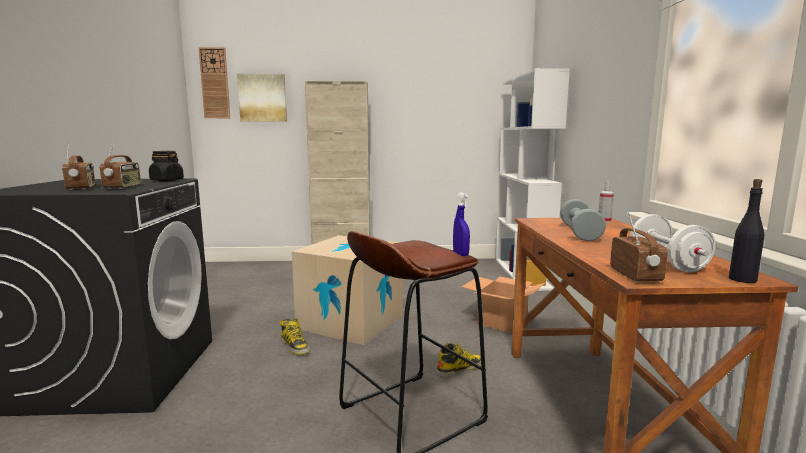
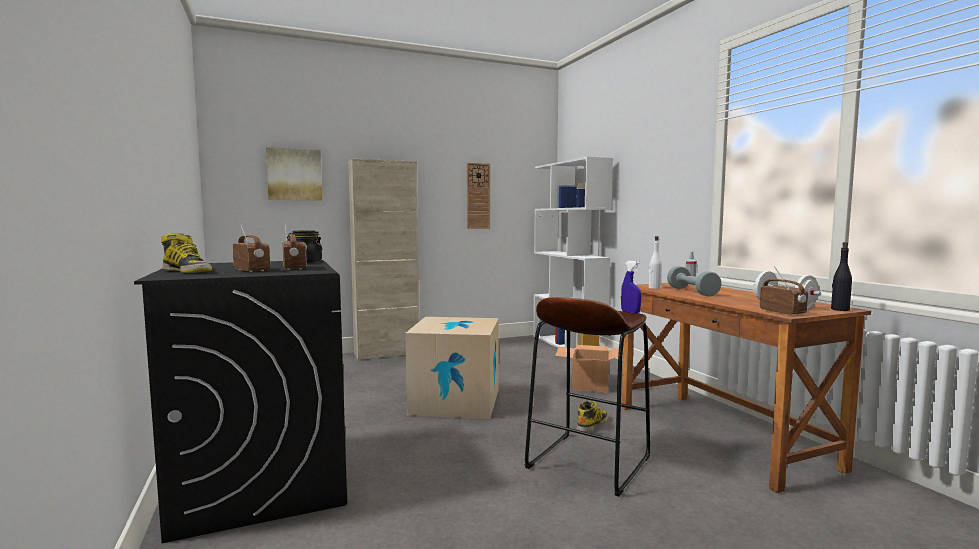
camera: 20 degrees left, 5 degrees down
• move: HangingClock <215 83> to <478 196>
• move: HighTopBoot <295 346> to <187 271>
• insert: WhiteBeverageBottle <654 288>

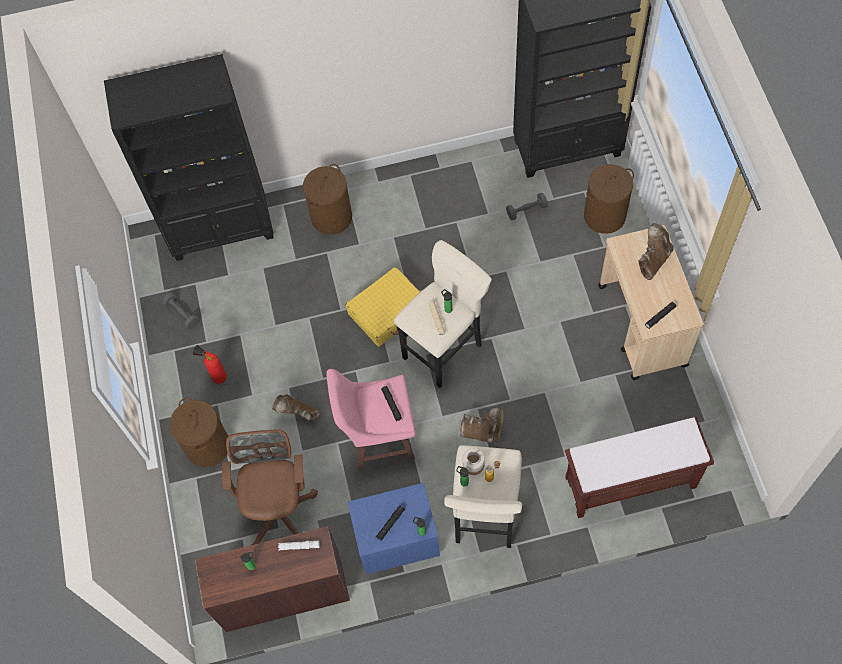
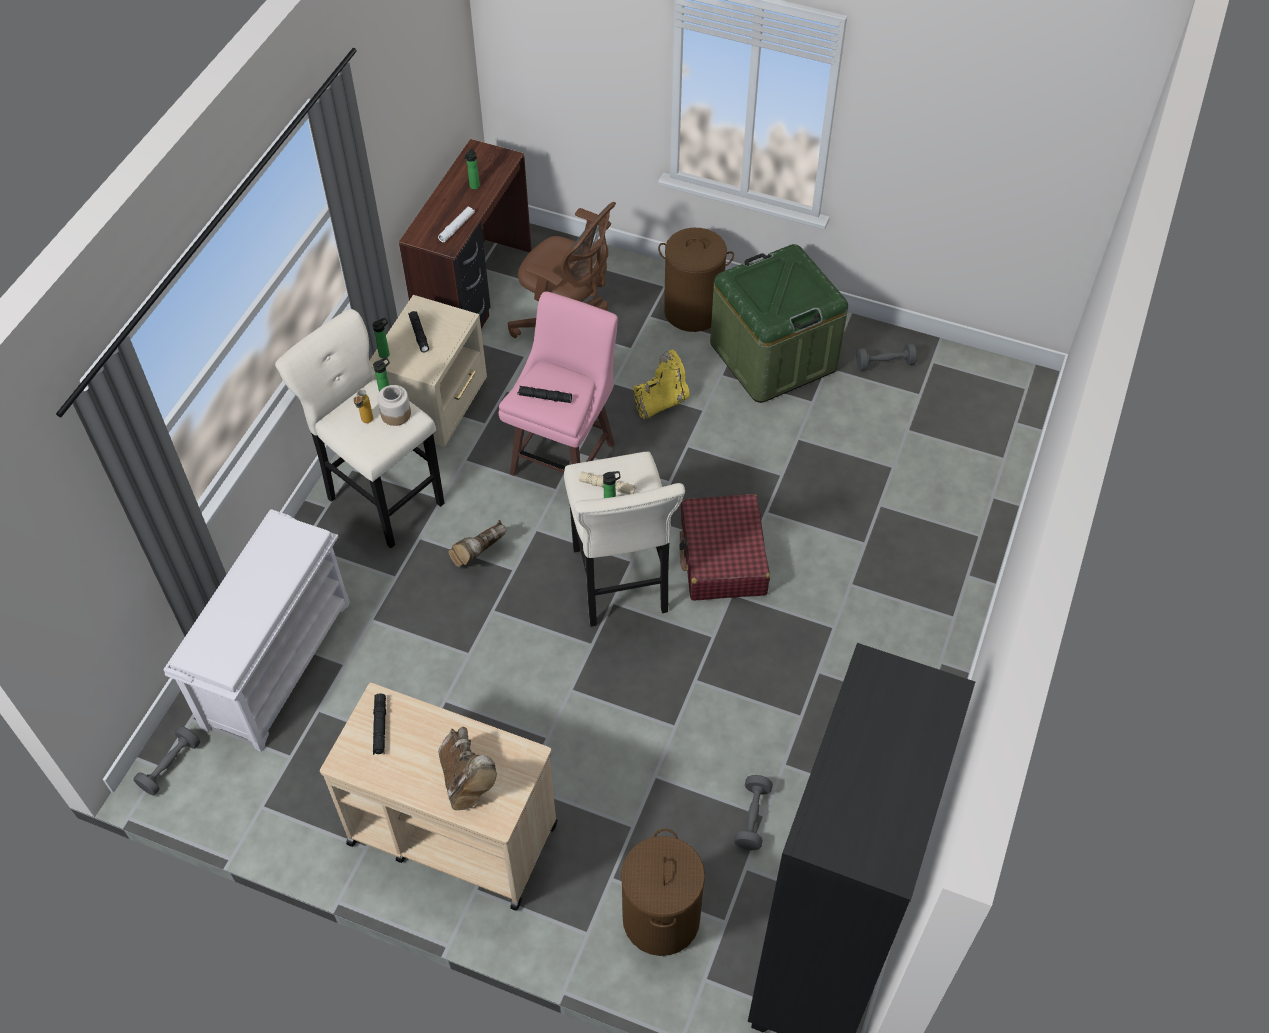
camera: 120 degrees right, 10 degrees down
• delete: BlackColouredShelvingUnit <222 230>
• delete: BrownishLaundryBasket <331 217>
• recolor: YellowColouredPieceOfLuggage <388 312> to RedColouredPieceOfLuggage <722 557>
• replace: Extinguisher <216 376> to GreenColouredStorageBin <773 356>
• recolor: BrownishHighTopBoot <298 414> to YellowColouredHighTopBoot <662 402>
• recolor: BrownishBench <629 483> to WhiteBench <277 662>
• recolor: BlueColouredNightstand <395 540> to SandColouredNightstand <437 407>
• insert: GrayDumbbell <170 766>

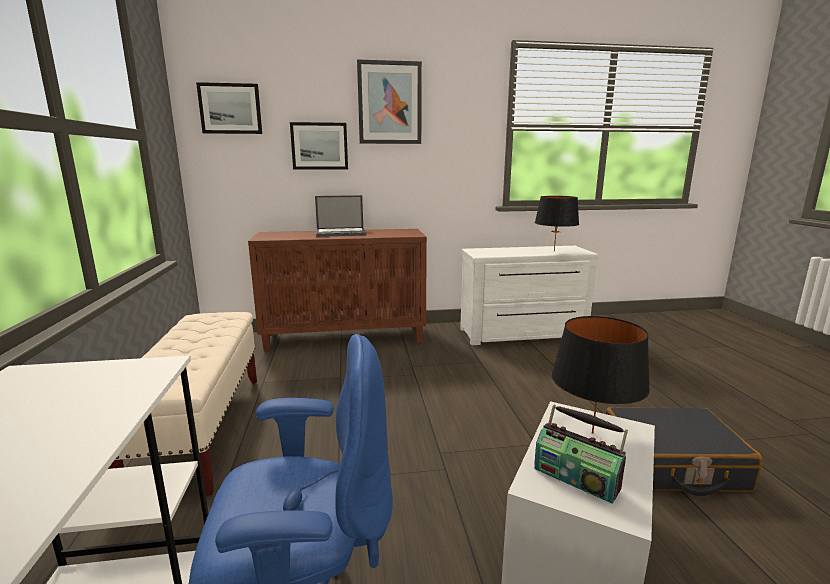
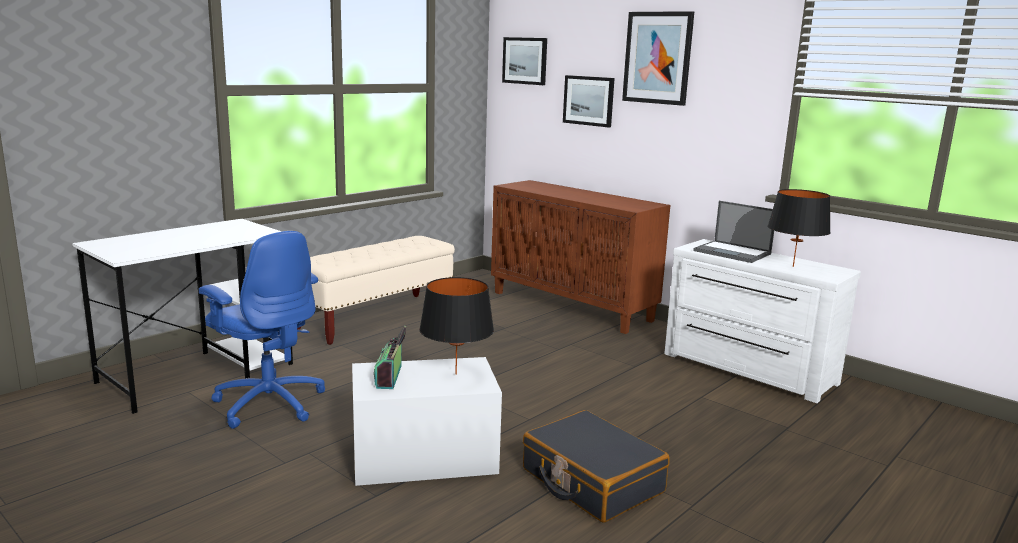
camera: 50 degrees right, 0 degrees up
• move: NotebookComputer <341 233> to <733 252>

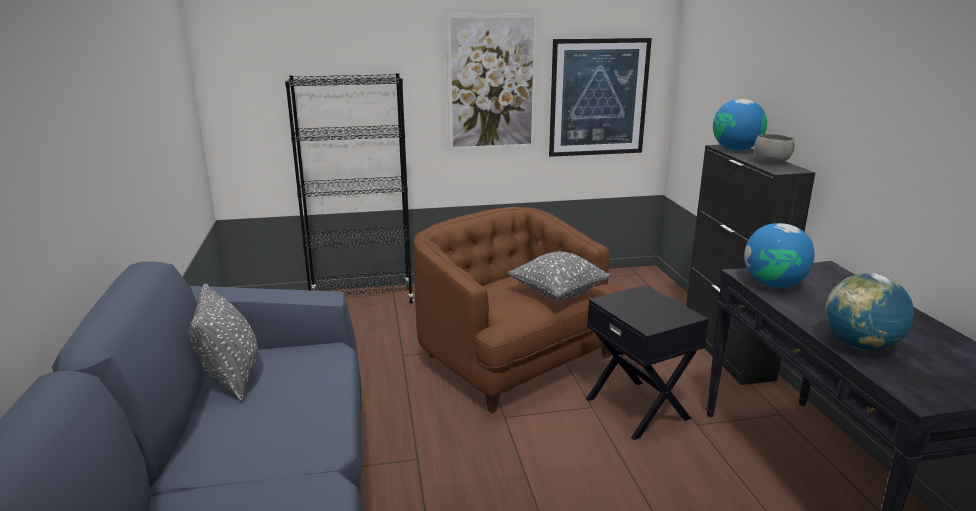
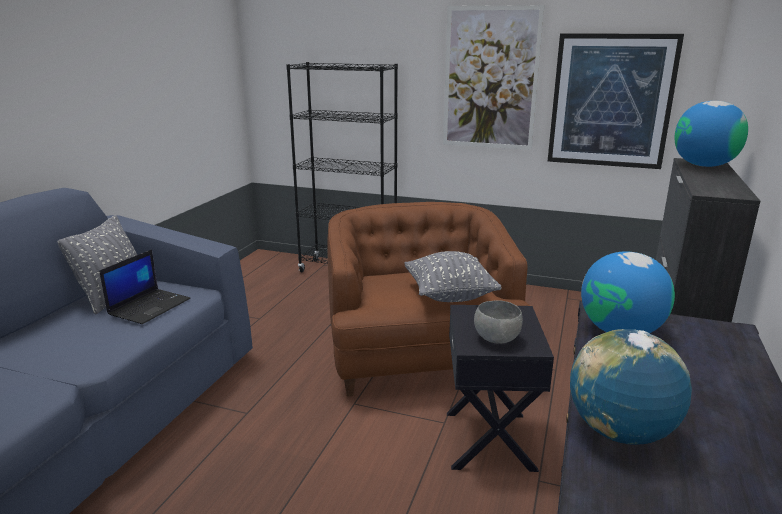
camera: 30 degrees right, 0 degrees up
• move: GrayServingBowl <770 162> to <496 338>
• insert: NotebookComputer <150 306>

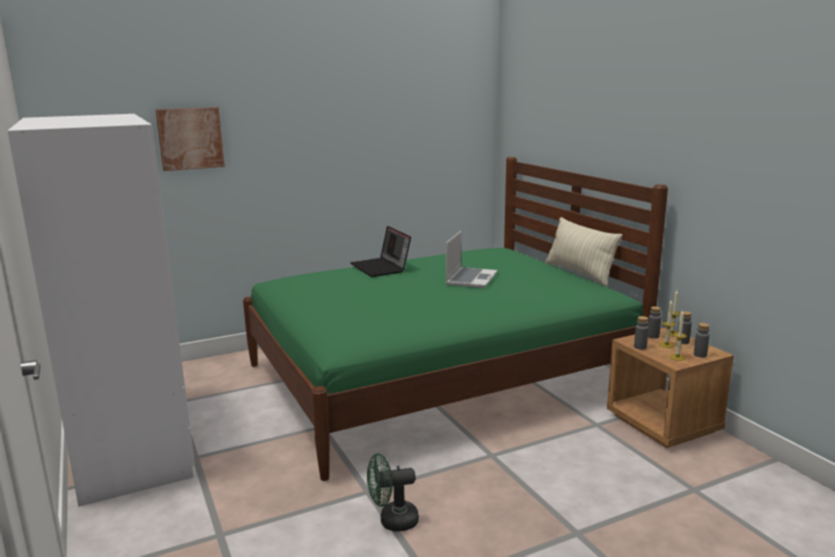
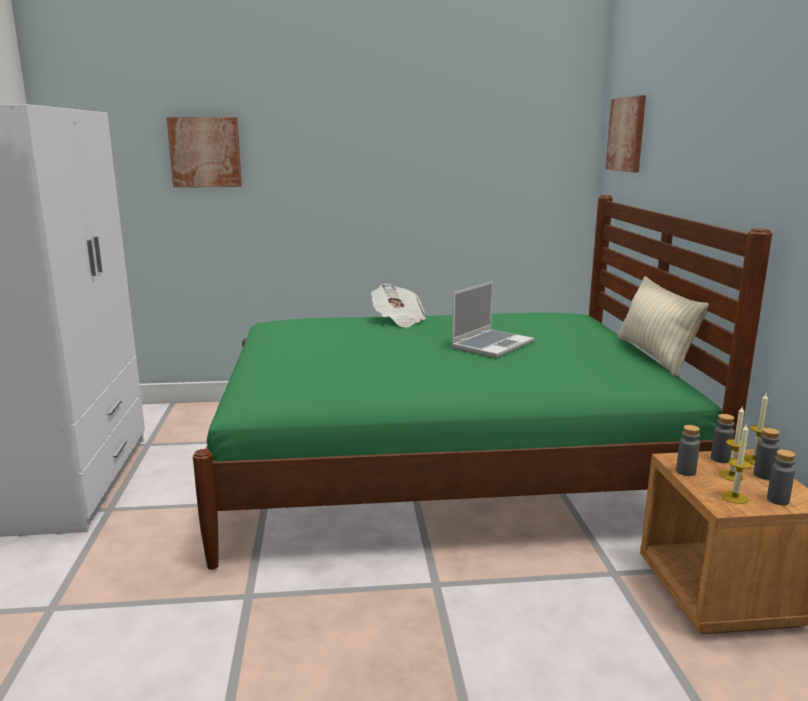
camera: 20 degrees right, 0 degrees up
• replace: NotebookComputer <381 268> to Newspaper <398 320>
• delete: GreenColouredCoolingFan <392 521>
• insert: WallArt <627 134>

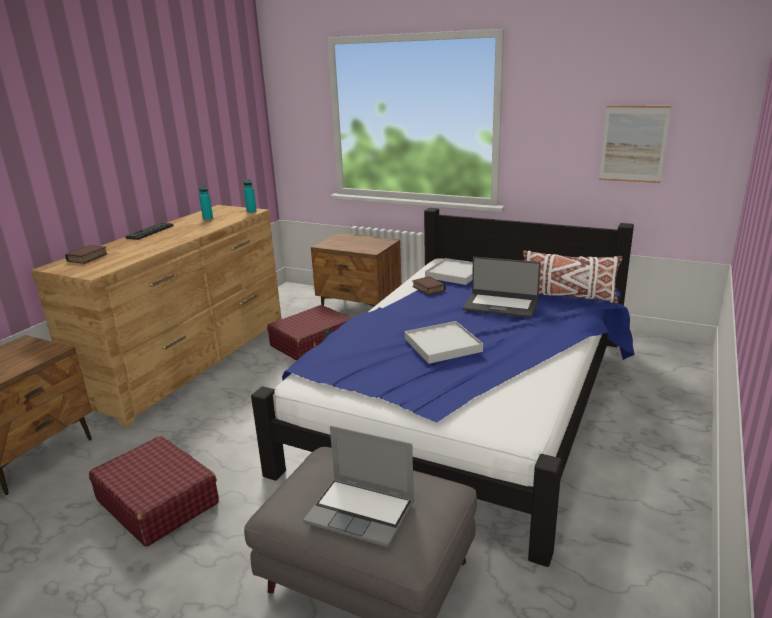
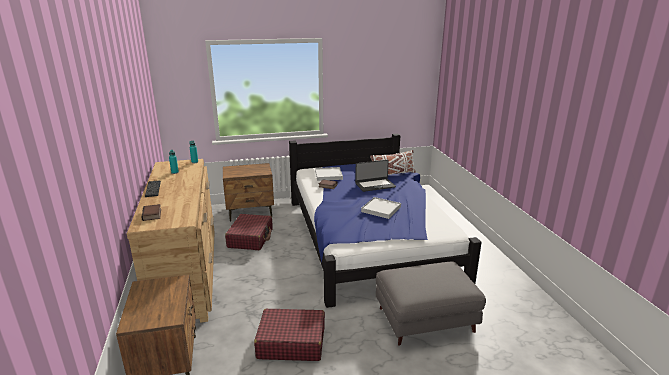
camera: 40 degrees left, 0 degrees up
• delete: WallArt <633 144>
• delete: NotebookComputer <362 512>

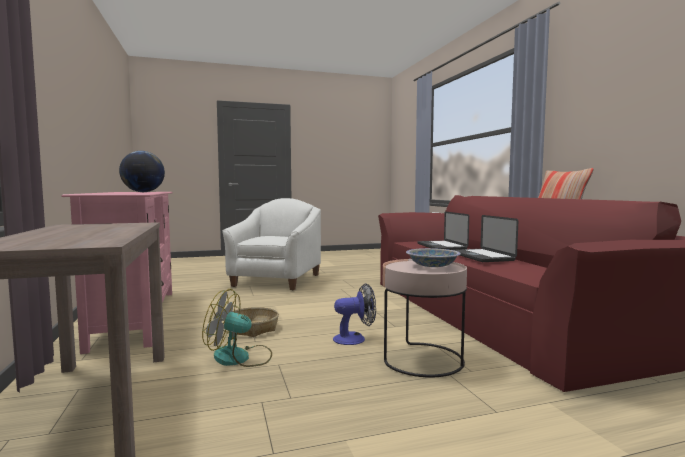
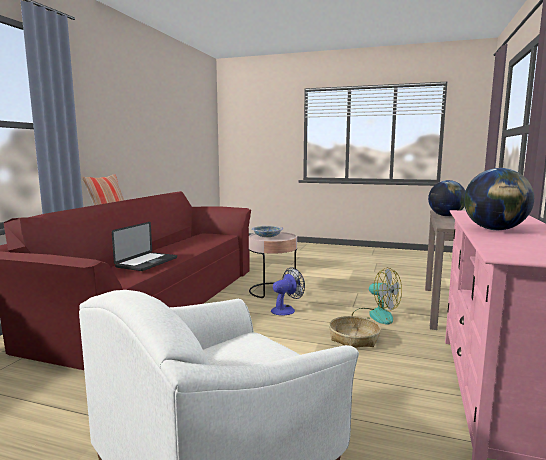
camera: 145 degrees left, 5 degrees up
• delete: NotebookComputer <481 256>
• rotate: CoolingFan <355 338> = <286 309> 120 degrees clockwise
• insert: Globe <445 216>

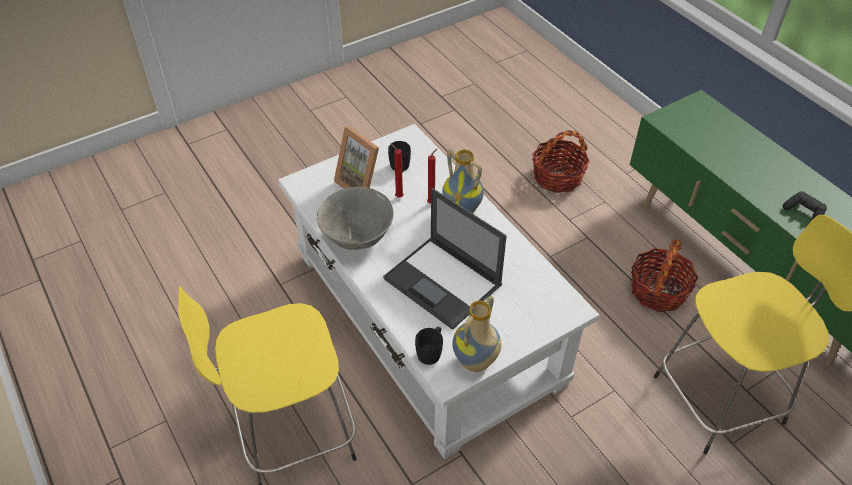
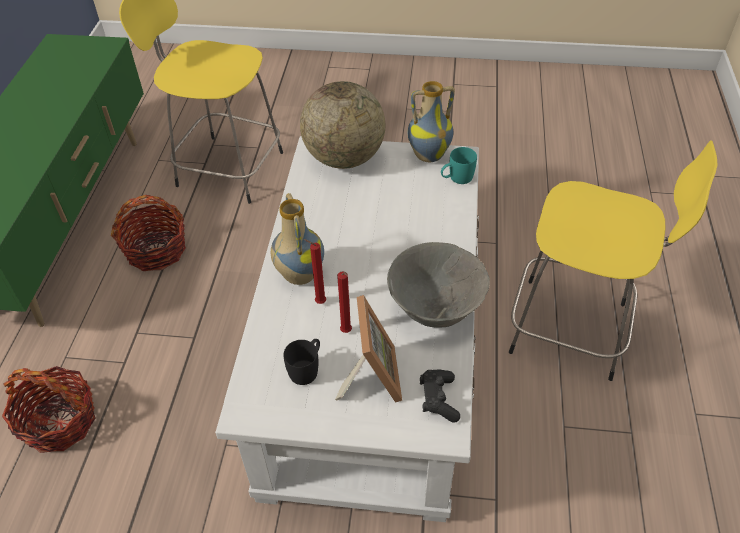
camera: 140 degrees left, 0 degrees up
• delete: NotebookComputer <444 282>
• move: BlackColouredJoypad <804 213> to <438 400>
• recolor: BlackColouredCoffeeMug <431 351> to TurquoiseCoffeeMug <456 178>
• insert: Globe <344 158>

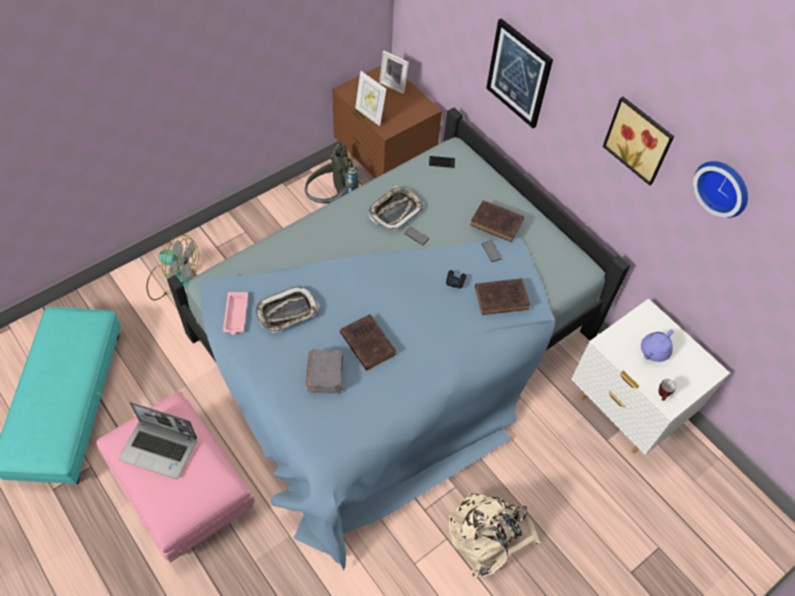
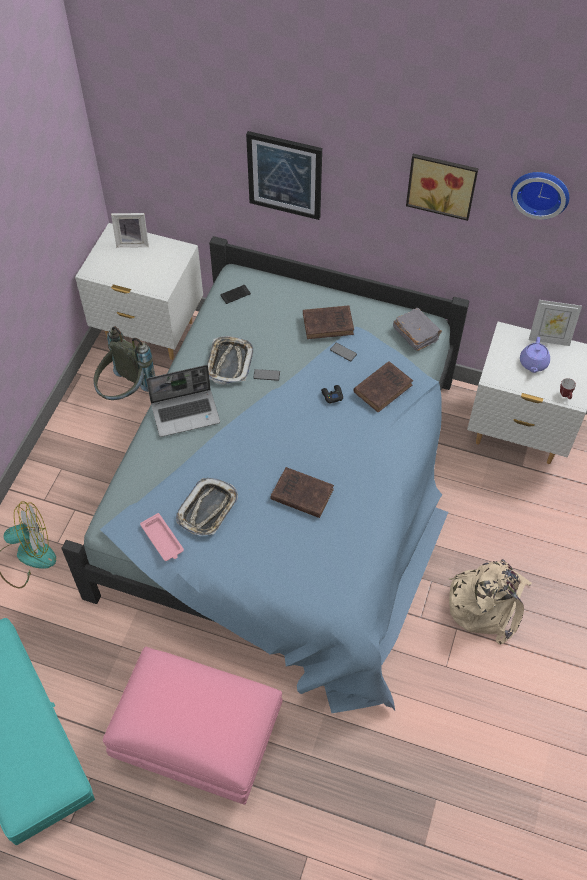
camera: 30 degrees left, 0 degrees up
• recolor: BrownishNightstand <384 168> to WhiteNightstand <150 332>
• move: StandingFrame <370 115> to <549 339>
• move: GrayBoundBook <325 375> to <415 334>
• move: NotebookComputer <160 449> to <186 413>

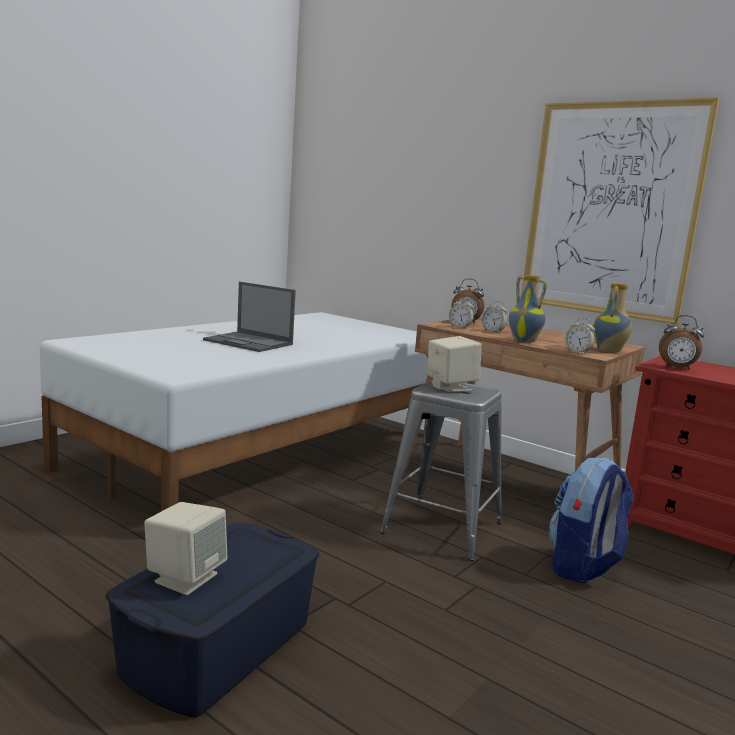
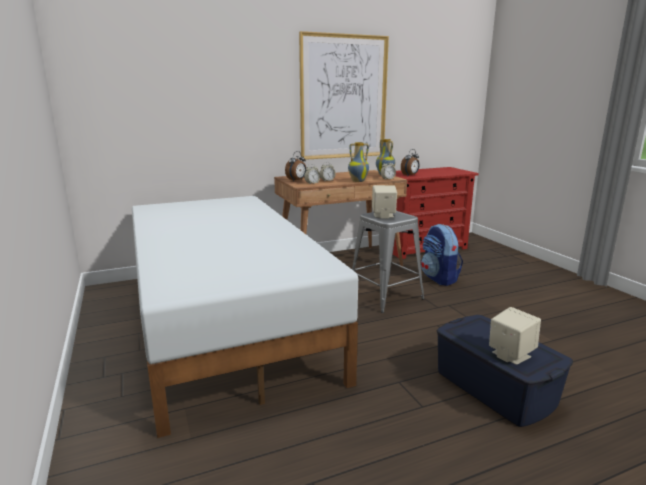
camera: 60 degrees left, 5 degrees up
• delete: NotebookComputer <249 342>

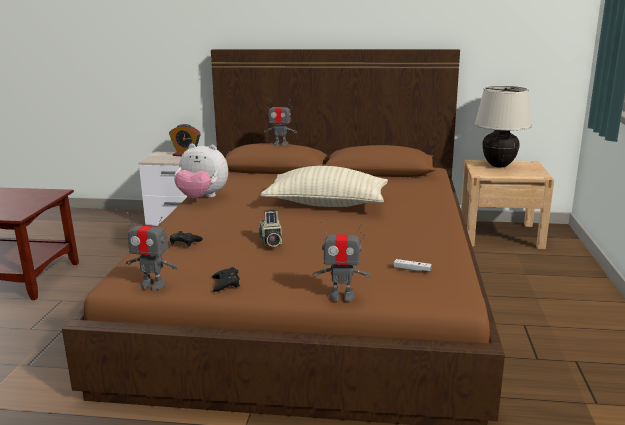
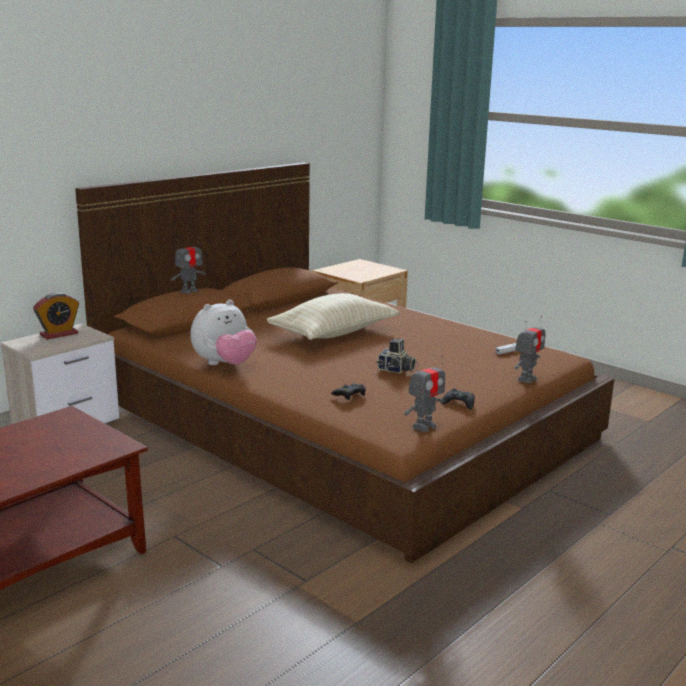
camera: 55 degrees left, 0 degrees up
• delete: SandColouredTableLamp <498 165>

